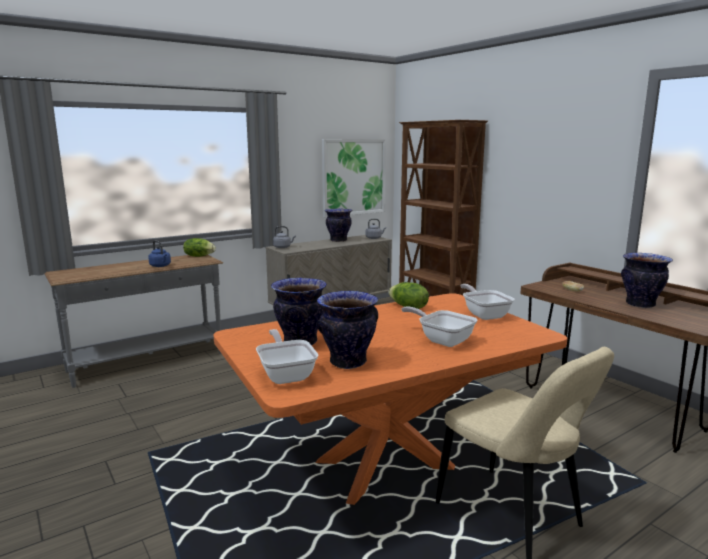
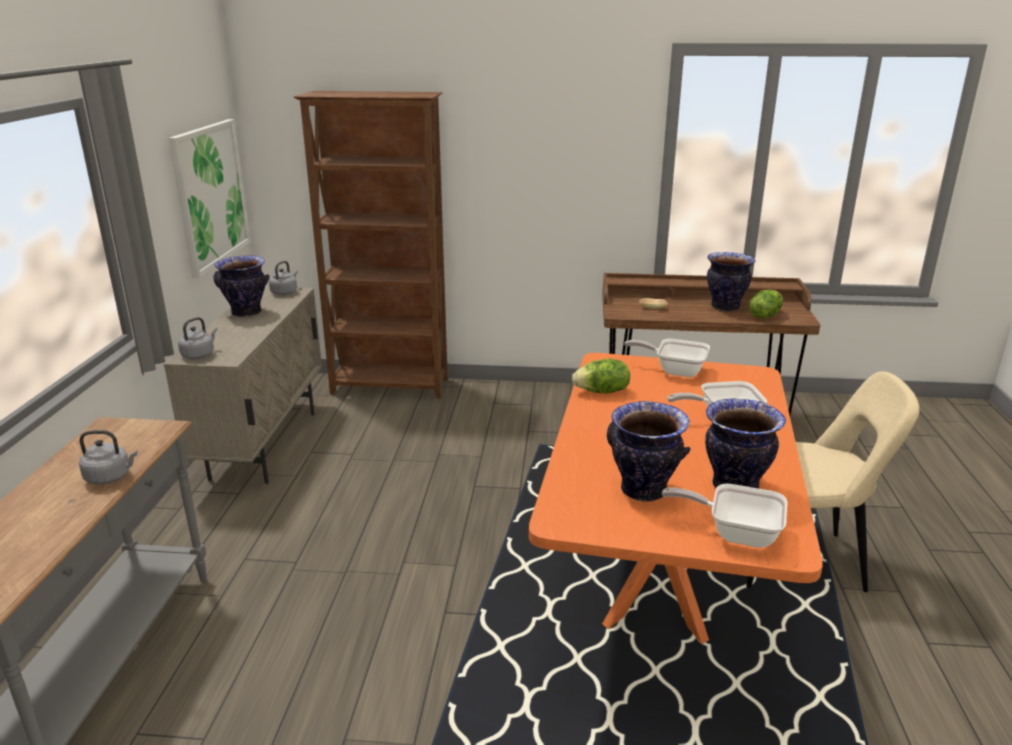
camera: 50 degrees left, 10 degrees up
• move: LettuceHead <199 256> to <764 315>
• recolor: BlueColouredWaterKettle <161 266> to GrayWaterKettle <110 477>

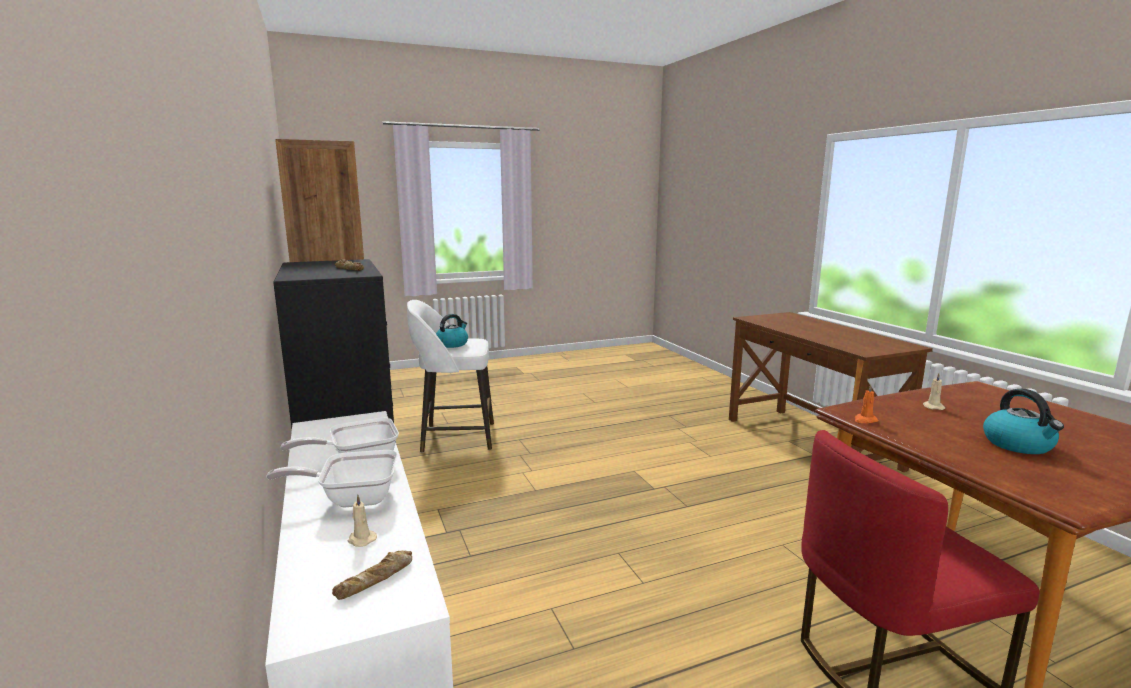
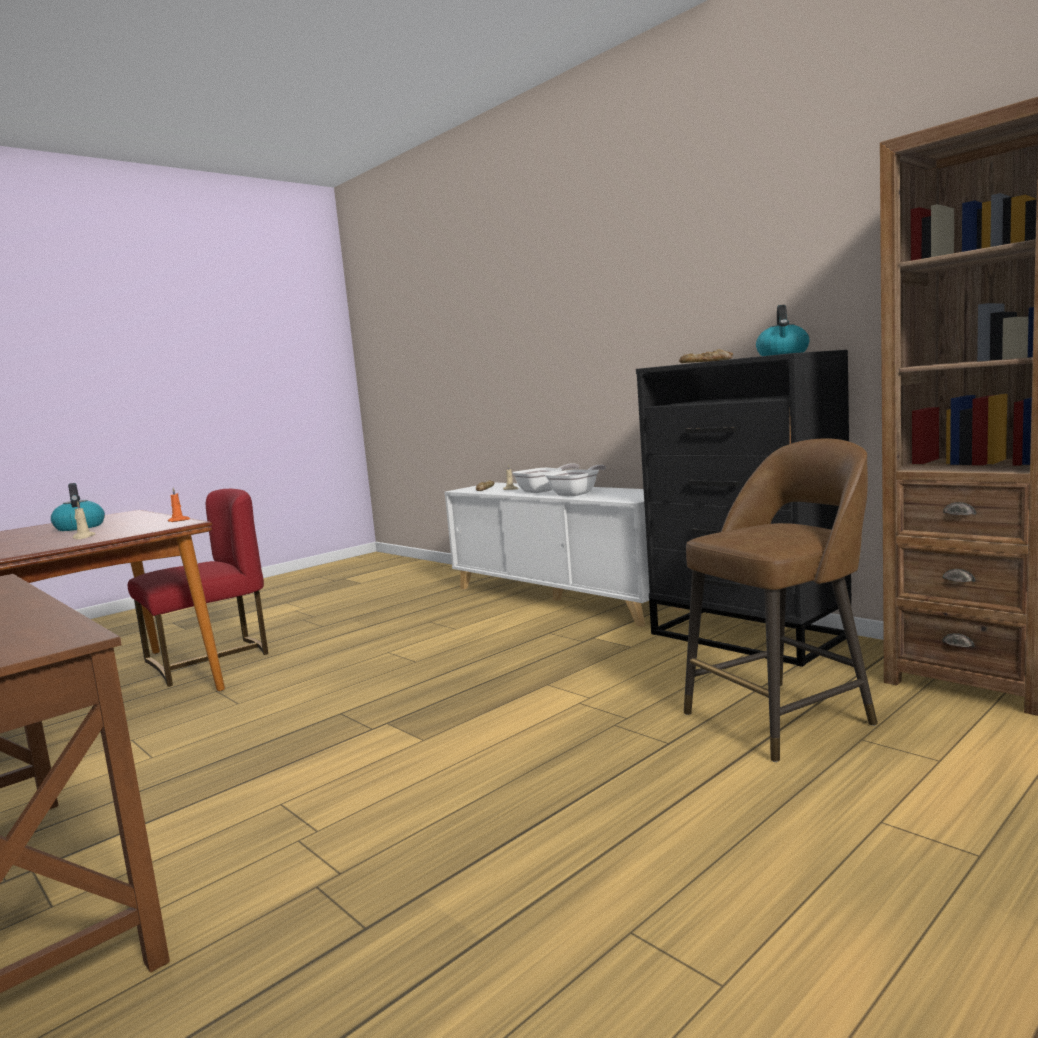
camera: 160 degrees right, 5 degrees down
• recolor: WhiteStoolSeat <455 437> to BrownishStoolSeat <782 717>
• move: WaterKettle <452 344> to <783 354>

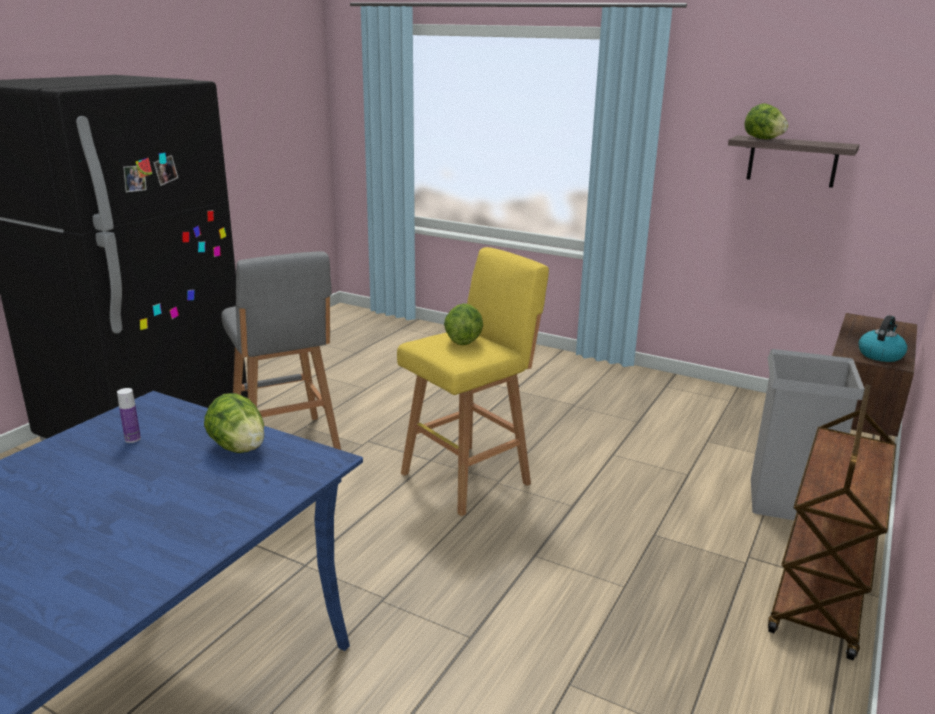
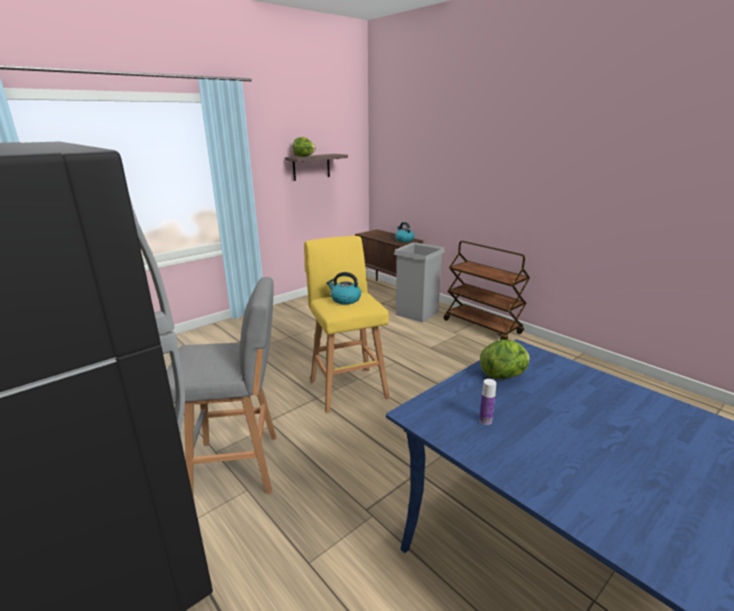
camera: 70 degrees left, 0 degrees up
• replace: LettuceHead <463 341> to WaterKettle <345 300>

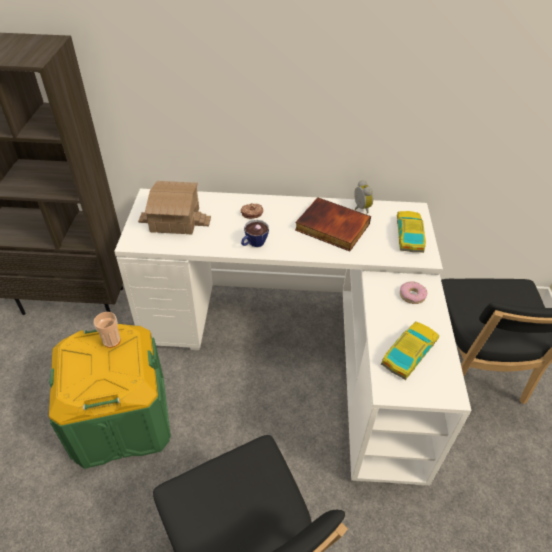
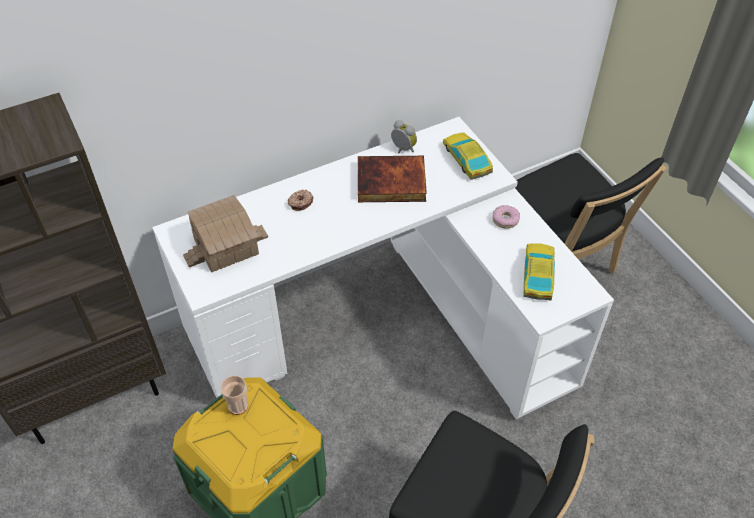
camera: 30 degrees left, 5 degrees up
• delete: DrinkingCup <253 244>

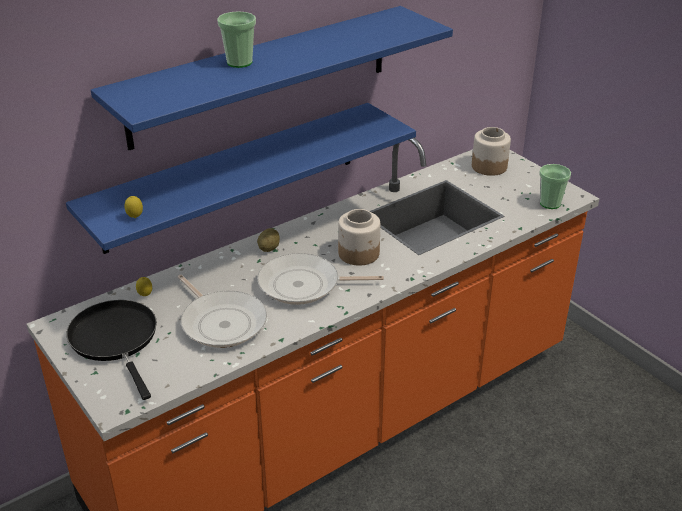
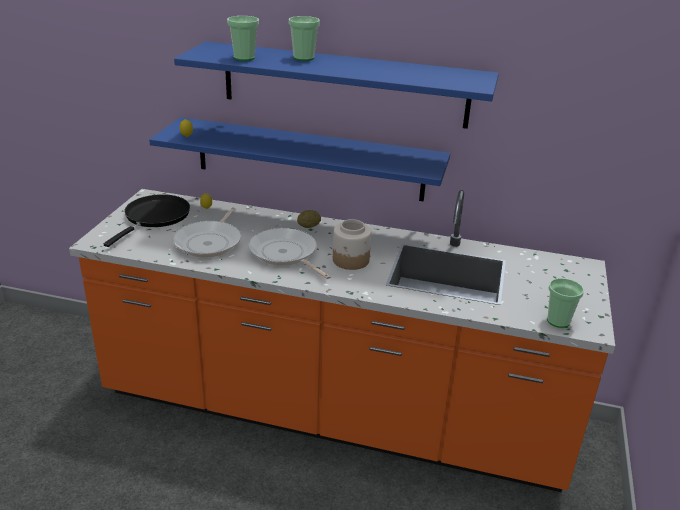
camera: 50 degrees right, 5 degrees down
• delete: Jar <489 166>
• insert: DrinkingCup <244 58>

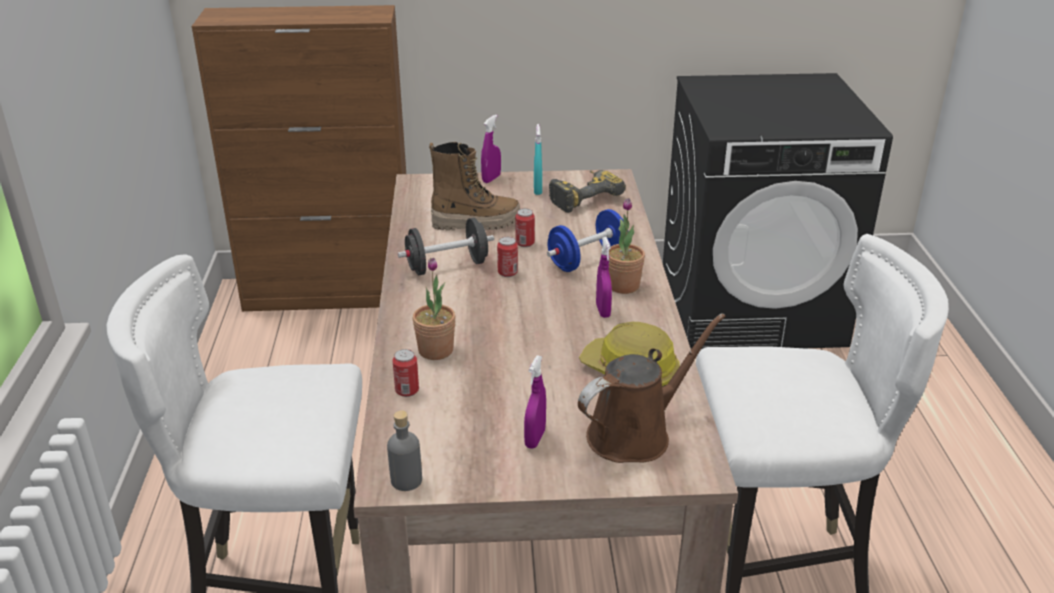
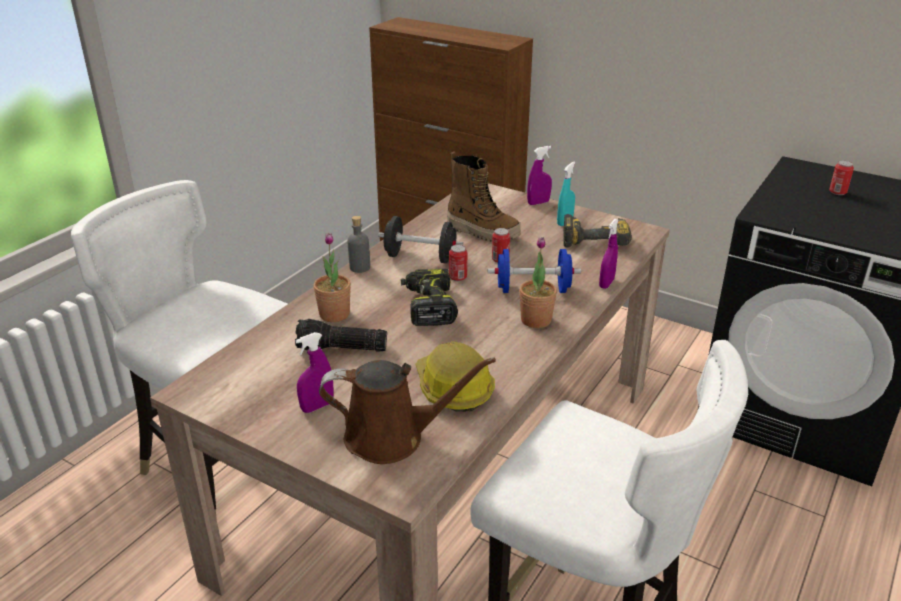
camera: 35 degrees right, 0 degrees up
• move: PurpleColouredSprayer <603 311> to <606 283>
• move: MetalCan <407 391> to <837 192>
• move: GrayBeverageBottle <406 480> to <359 267>
• insert: Drill <428 306>
• insert: Flashlight <341 349>

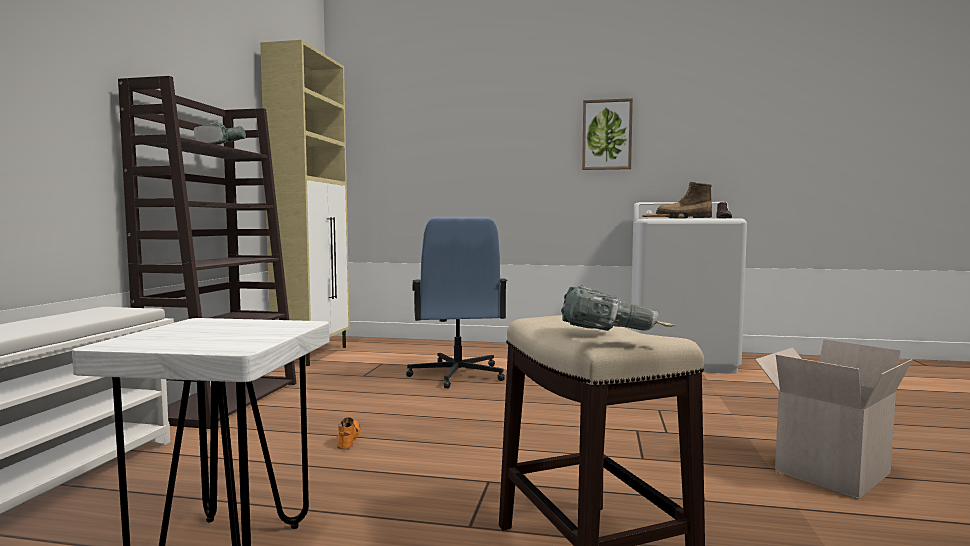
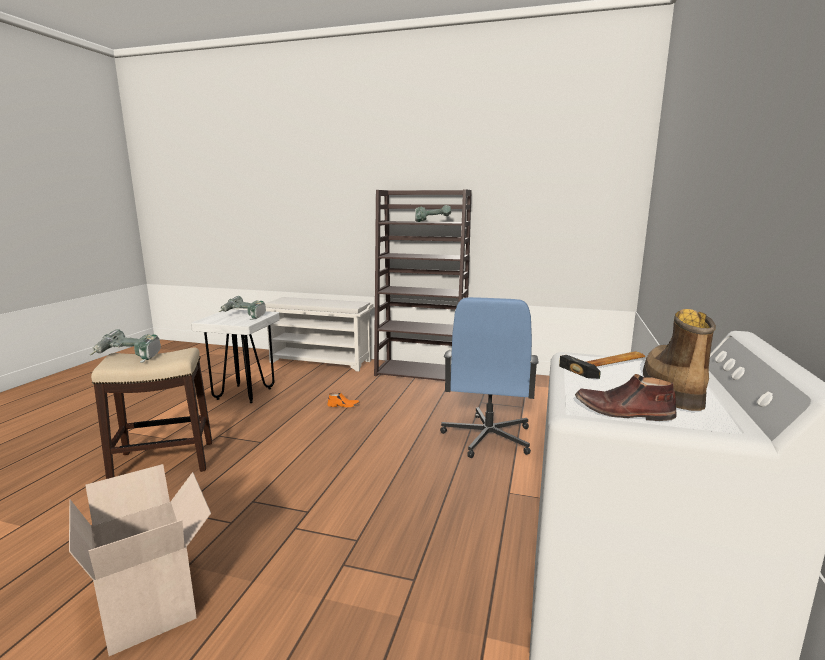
camera: 95 degrees right, 10 degrees up
• delete: SandColouredCabinet <313 355>
• delete: WallArt <607 135>
• rotate: BlueColouredDeskChair <457 375> = <487 438> 75 degrees counterclockwise
• insert: Drill <243 316>

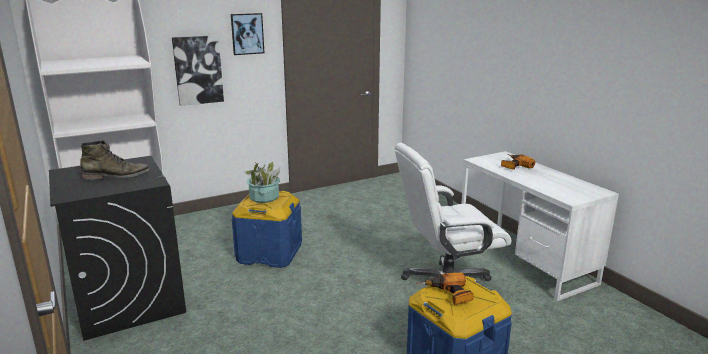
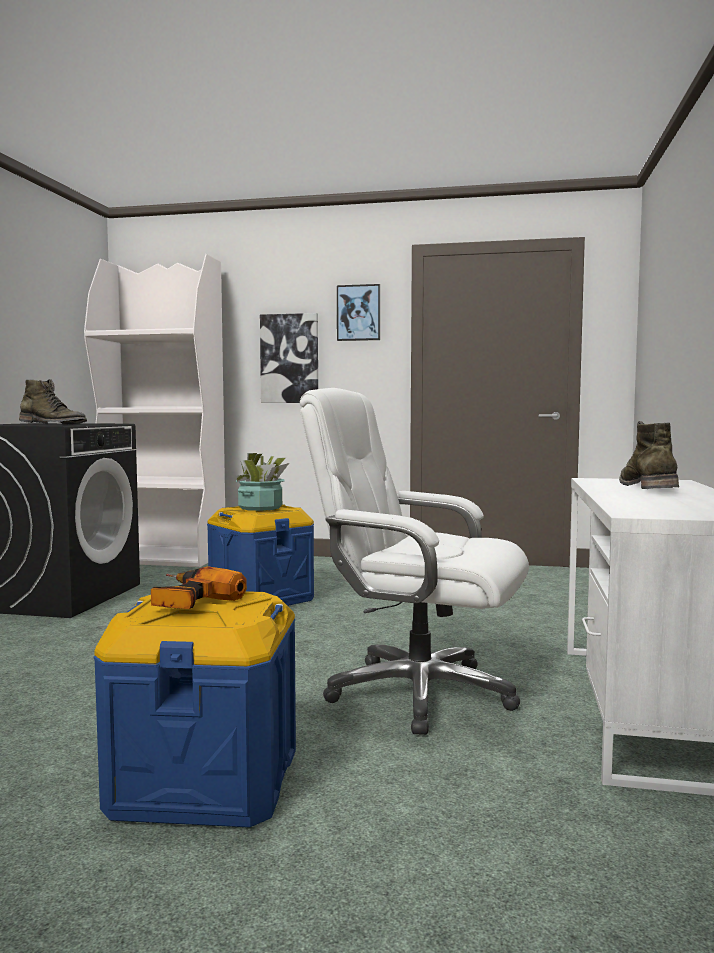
camera: 40 degrees right, 15 degrees down
• replace: Drill <513 166> to GreenColouredHighTopBoot <647 487>

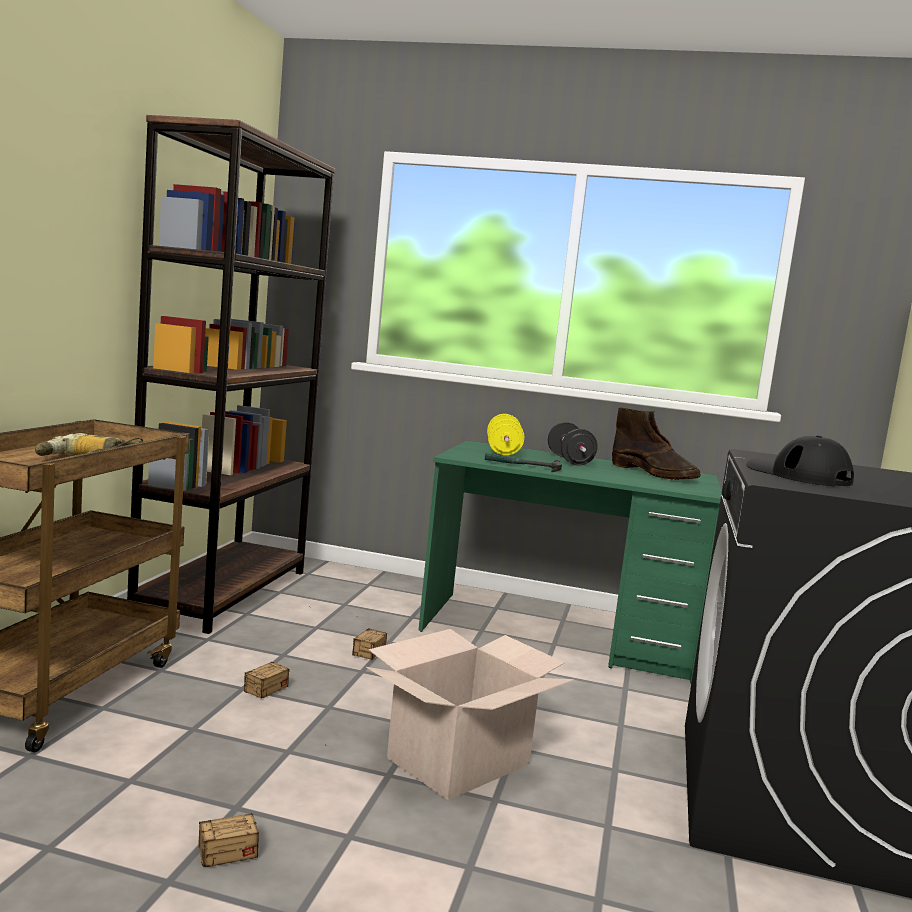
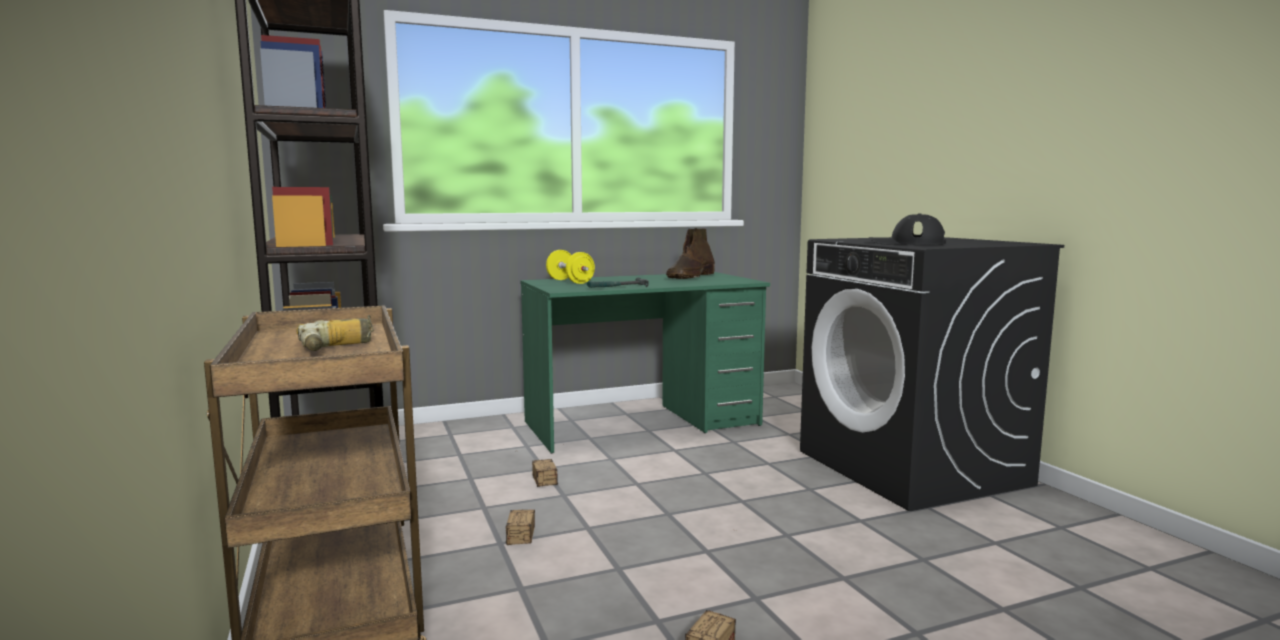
camera: 35 degrees left, 0 degrees up
• rotate: BrownishHighTopBoot <653 473> = <691 277> 105 degrees clockwise
• delete: BlackColouredDumbbell <569 460>
• delete: CardboardBox <459 762>

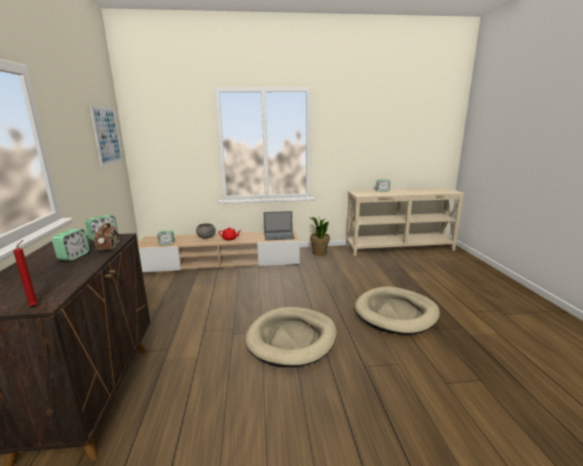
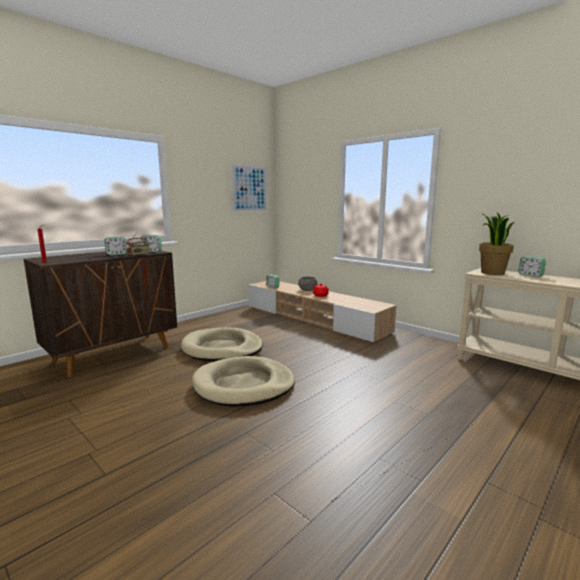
camera: 50 degrees right, 5 degrees down
• delete: NotebookComputer <279 236>
• move: PottedPlant <319 253> to <492 273>
• move: SandColouredDogBed <396 313> to <222 348>

